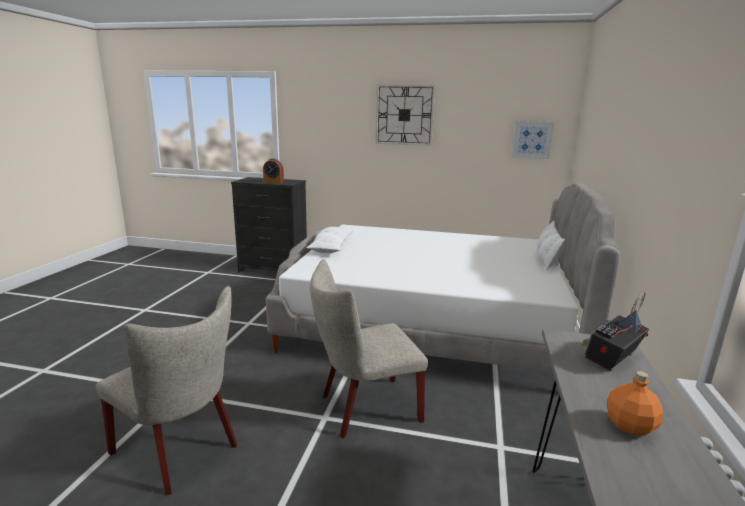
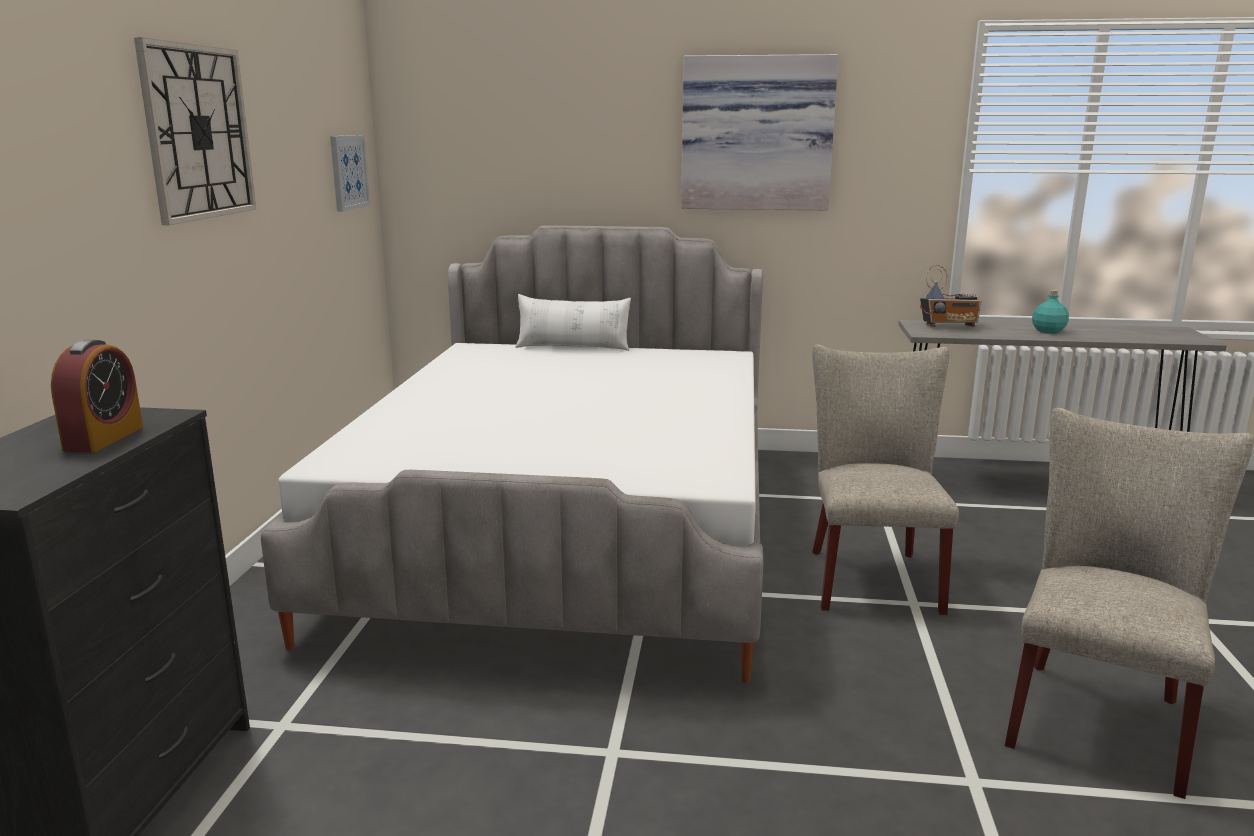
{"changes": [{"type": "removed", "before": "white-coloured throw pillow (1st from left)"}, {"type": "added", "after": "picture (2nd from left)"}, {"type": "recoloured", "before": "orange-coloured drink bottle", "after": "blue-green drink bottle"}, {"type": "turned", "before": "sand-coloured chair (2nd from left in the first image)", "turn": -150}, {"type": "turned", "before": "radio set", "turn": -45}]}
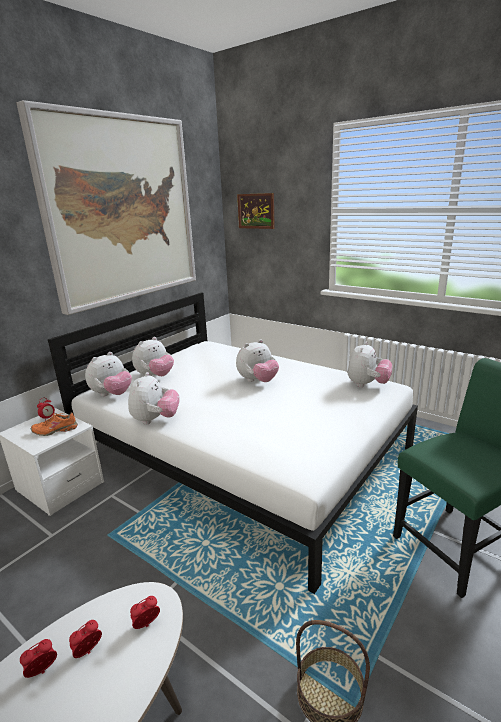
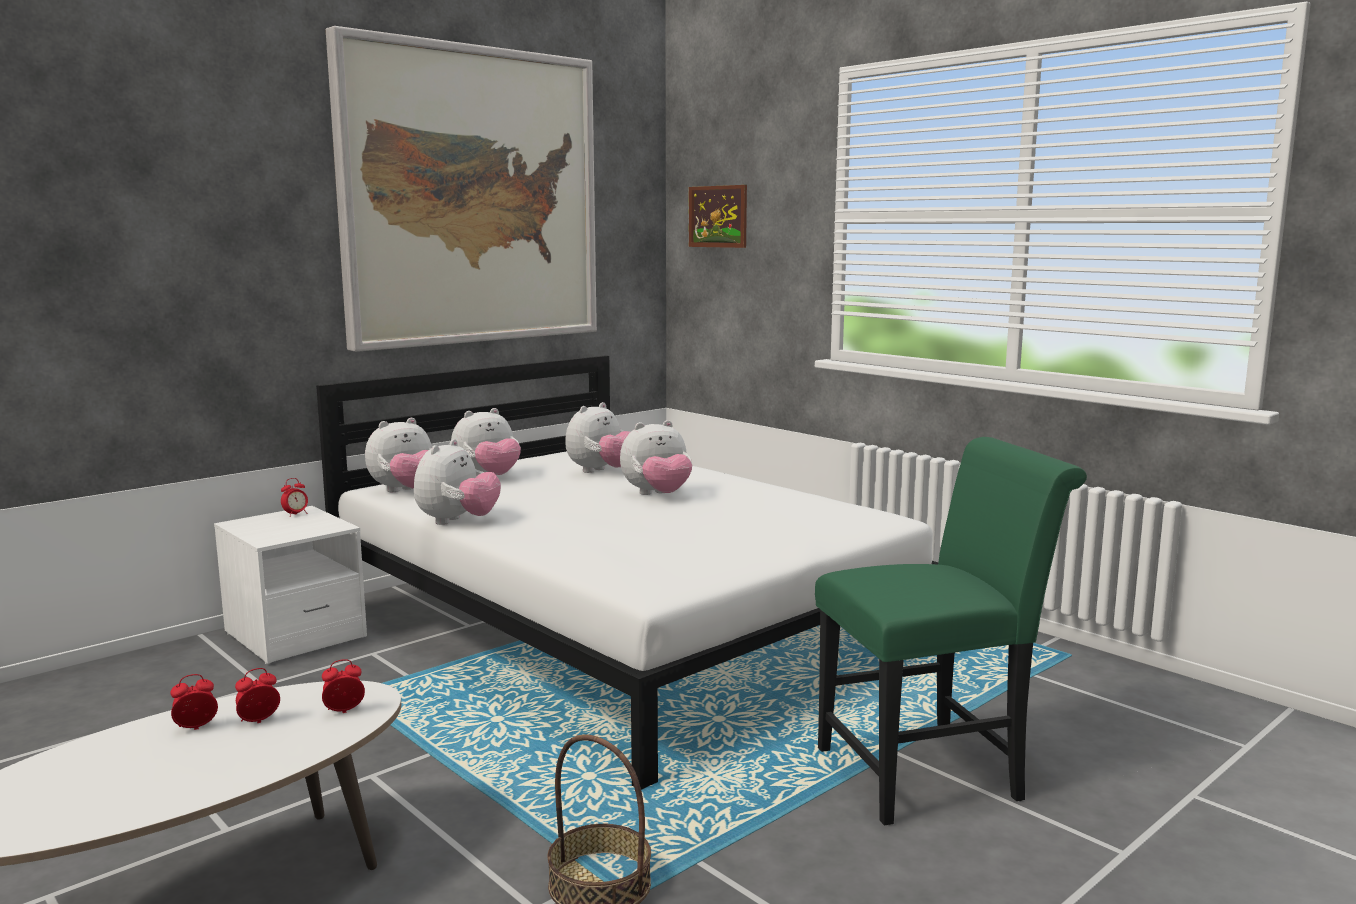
{"changes": [{"type": "removed", "before": "orange-coloured item of footwear"}, {"type": "moved", "before": "plush toy (5th from left in the first image)", "after": "plush toy (4th from left)"}]}
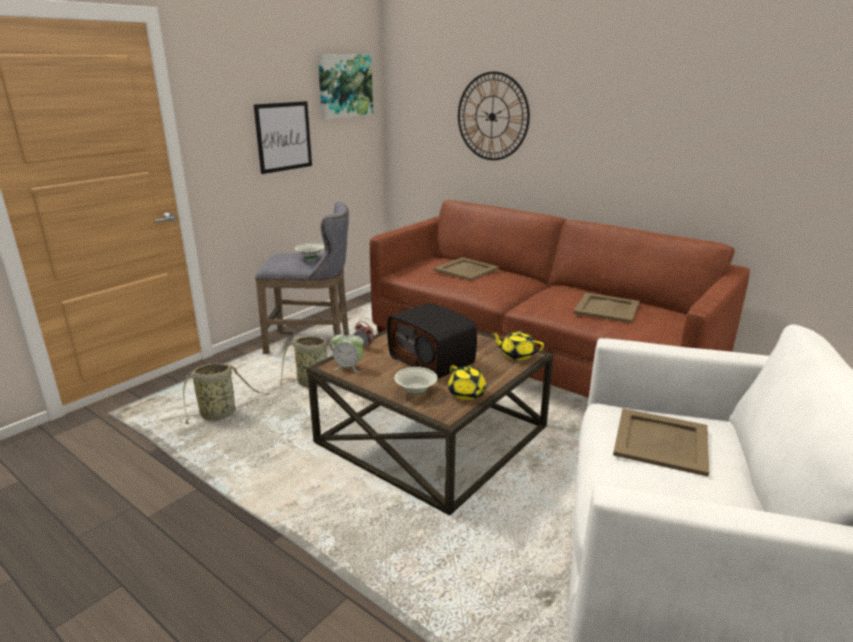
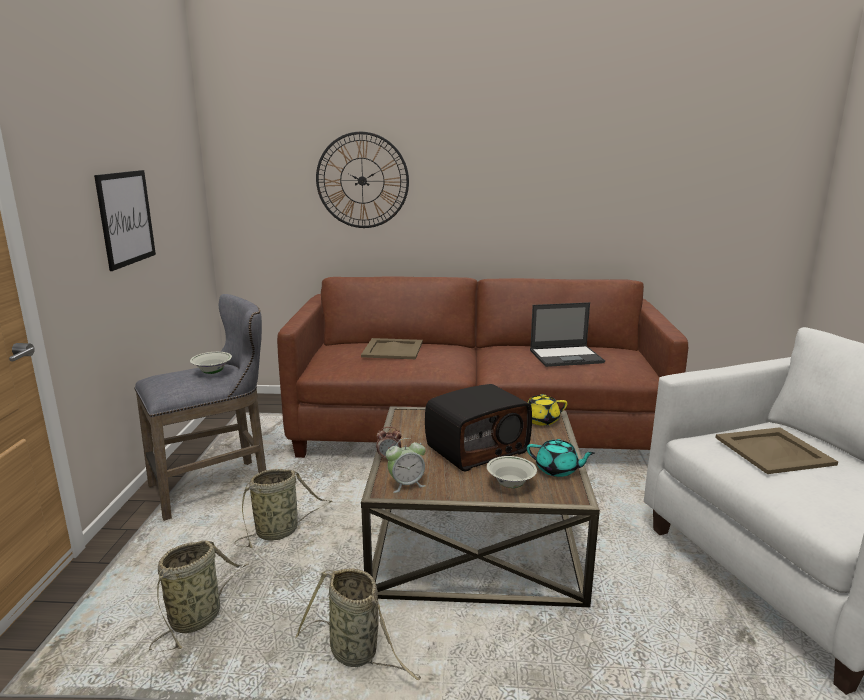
{"changes": [{"type": "removed", "before": "picture (2nd from left)"}, {"type": "added", "after": "basket (3rd from left)"}, {"type": "replaced", "before": "sand-coloured serving tray (2nd from left)", "after": "notebook computer"}, {"type": "recoloured", "before": "yellowish teapot (1st from left)", "after": "blue-green teapot"}, {"type": "turned", "before": "radio set", "turn": -45}]}
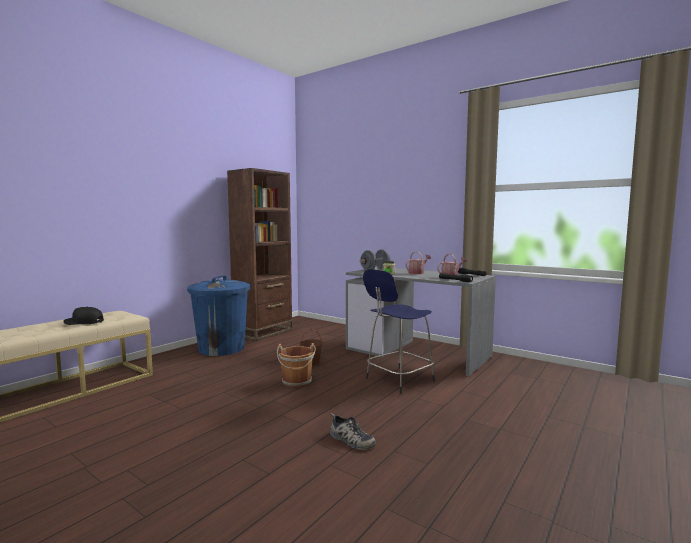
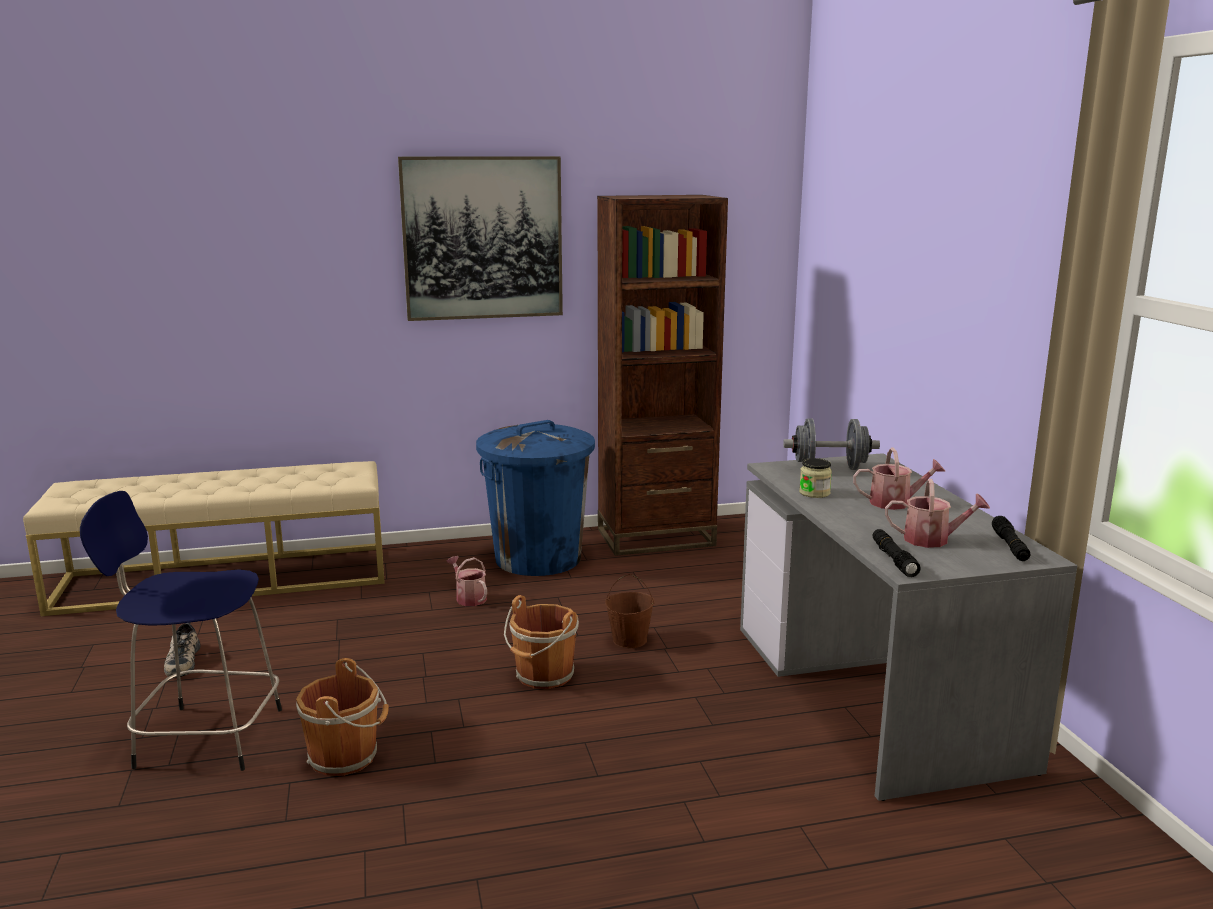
{"changes": [{"type": "removed", "before": "black-coloured cap"}, {"type": "added", "after": "brown-coloured water bucket (1st from left)"}, {"type": "added", "after": "picture"}, {"type": "added", "after": "watering pot (1st from left)"}, {"type": "moved", "before": "item of footwear"}, {"type": "moved", "before": "blue-coloured stool seat"}]}
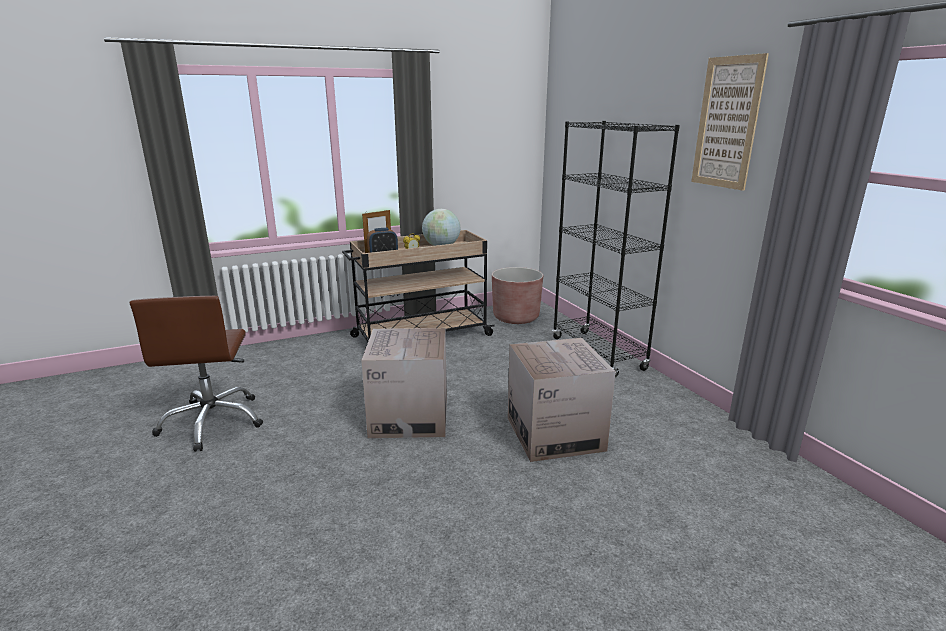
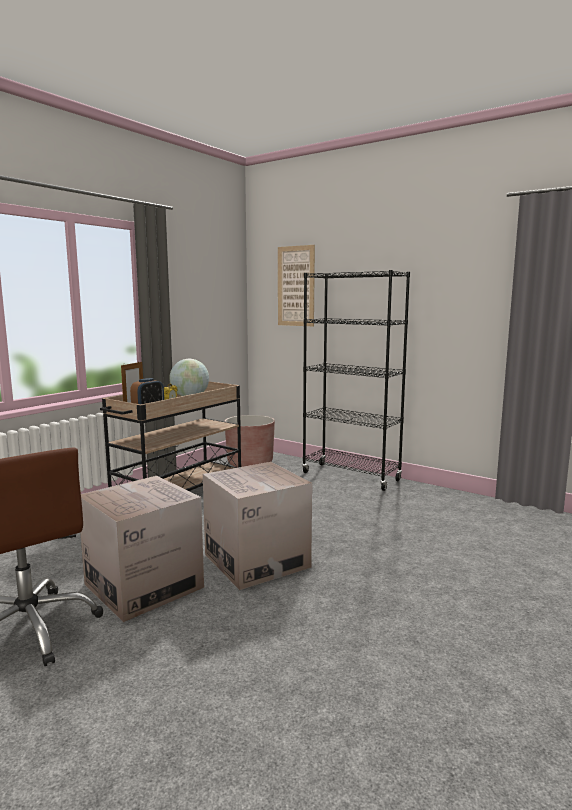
{"changes": [{"type": "moved", "before": "cardboard box (2nd from left in the first image)", "after": "cardboard box (1st from left)"}, {"type": "moved", "before": "picture"}]}
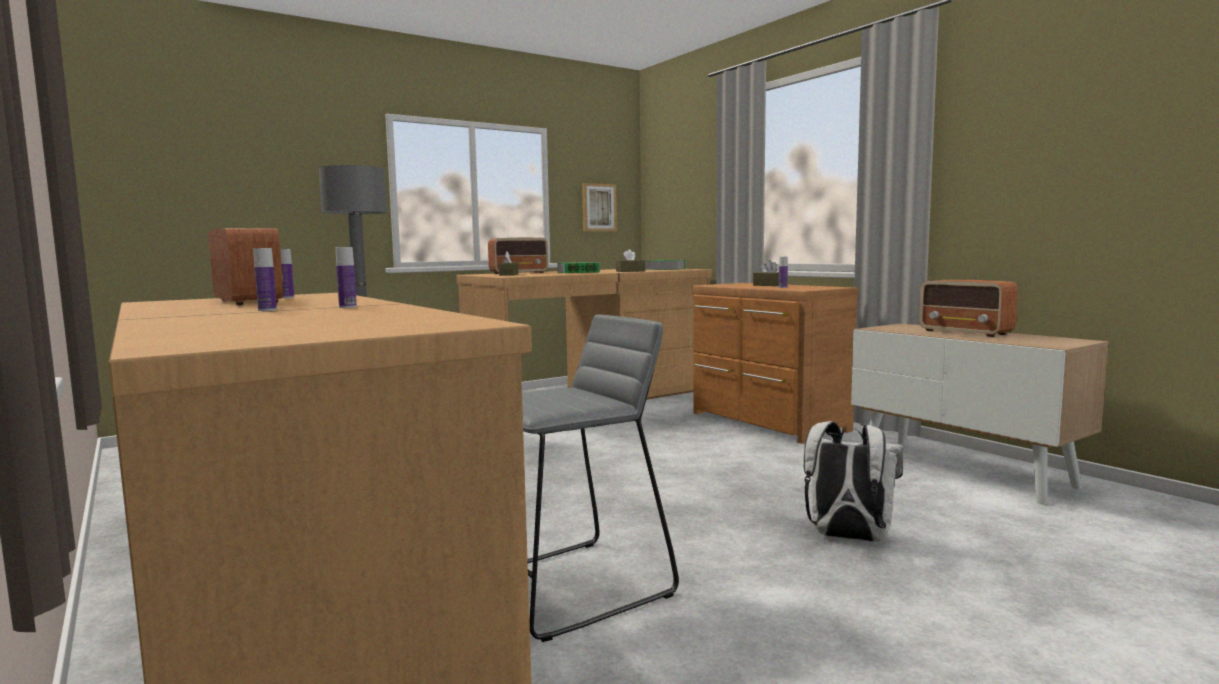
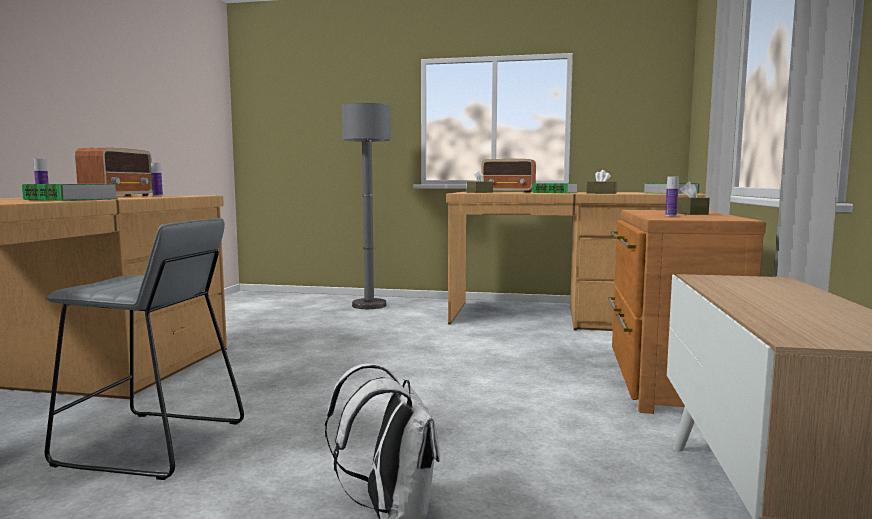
{"changes": [{"type": "removed", "before": "picture"}, {"type": "removed", "before": "radio set (3rd from left)"}, {"type": "replaced", "before": "drink bottle (3rd from left)", "after": "bound book (1st from left)"}]}
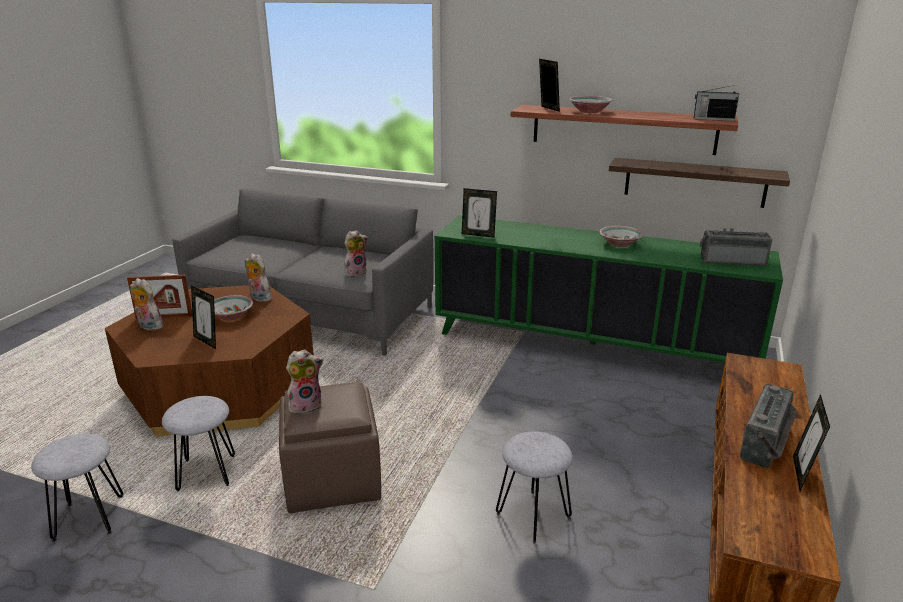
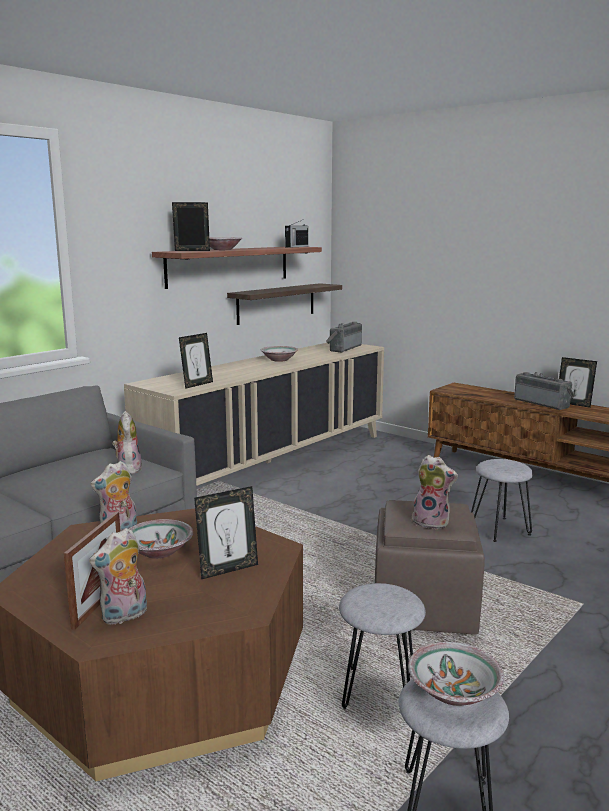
{"changes": [{"type": "added", "after": "deep dish (4th from left)"}, {"type": "recoloured", "before": "green-coloured cupboard", "after": "sand-coloured cupboard"}, {"type": "turned", "before": "plush toy (3rd from left in the first image)", "turn": 120}]}
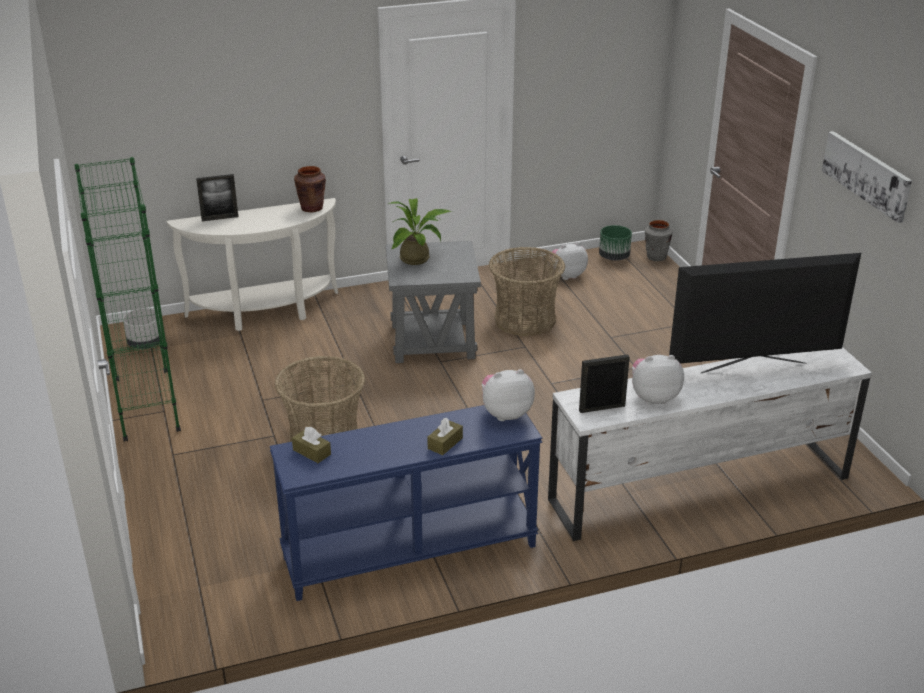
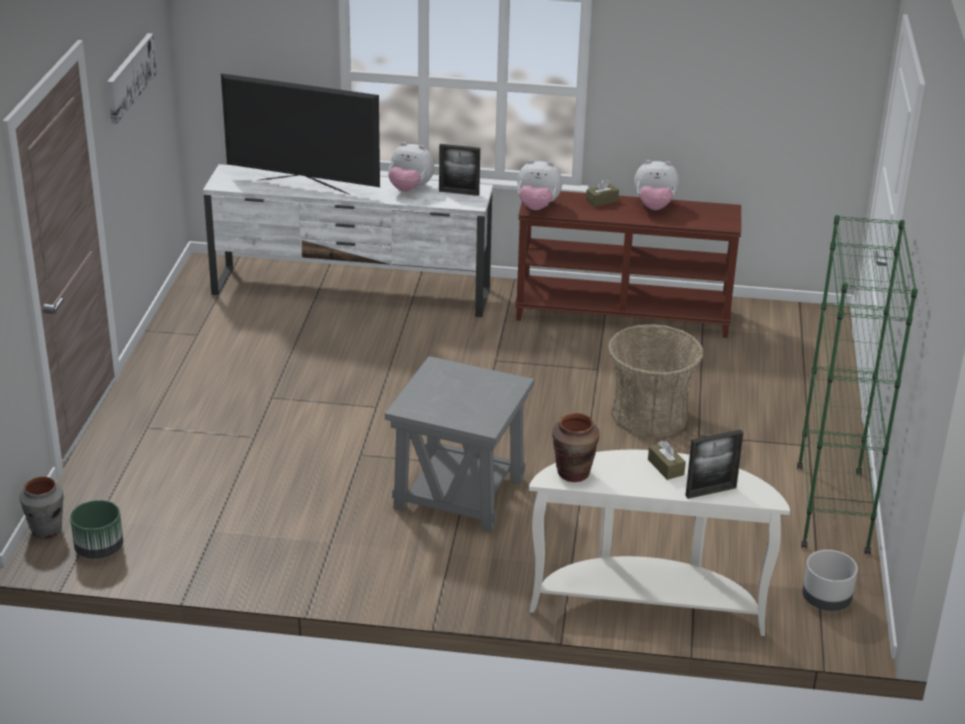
{"changes": [{"type": "removed", "before": "potted plant"}, {"type": "removed", "before": "basket (2nd from left)"}, {"type": "moved", "before": "brown-coloured tissue box (1st from left in the first image)", "after": "brown-coloured tissue box (2nd from left)"}, {"type": "moved", "before": "plush toy (2nd from left in the first image)", "after": "plush toy (3rd from left)"}, {"type": "recoloured", "before": "blue-coloured hall table", "after": "brown-coloured hall table"}, {"type": "turned", "before": "picture frame (1st from left in the first image)", "turn": 150}]}
